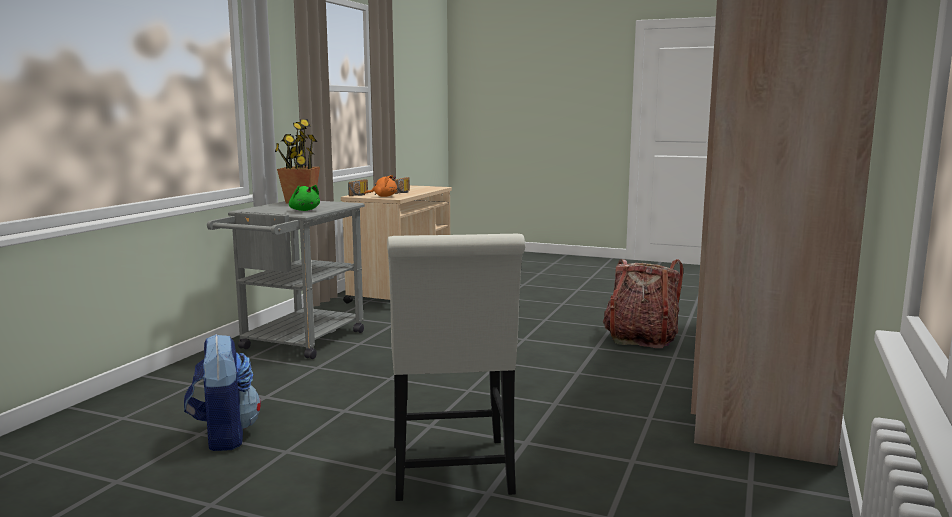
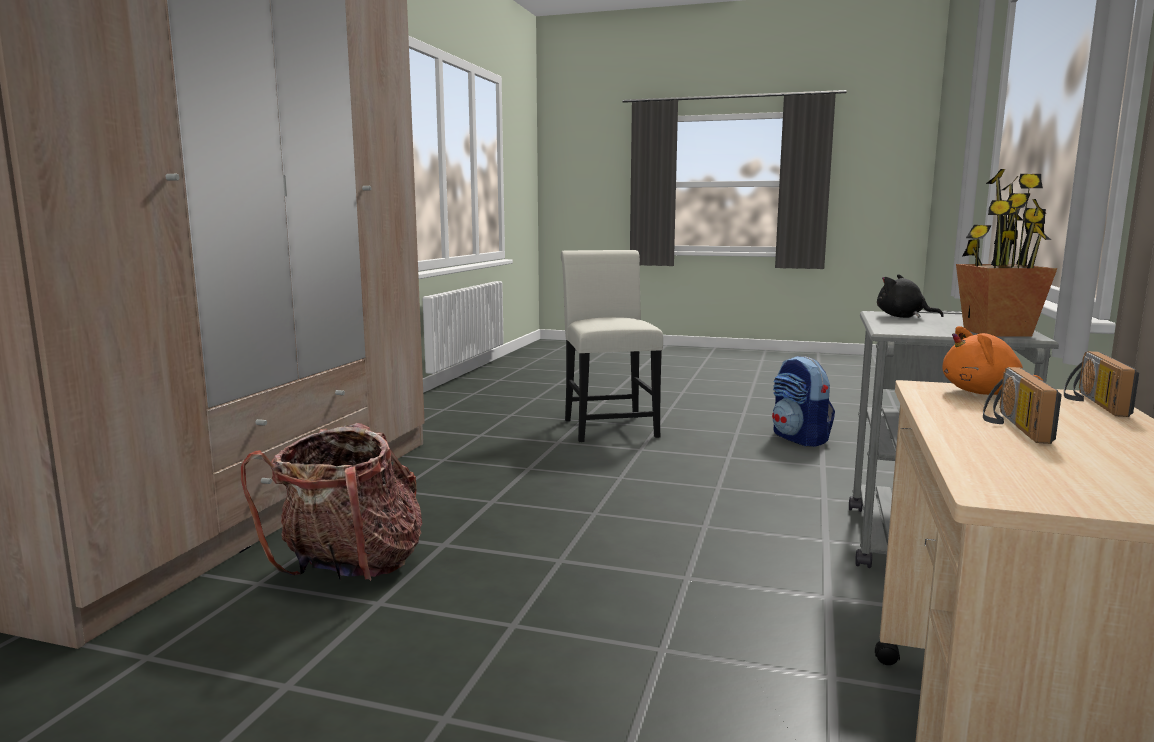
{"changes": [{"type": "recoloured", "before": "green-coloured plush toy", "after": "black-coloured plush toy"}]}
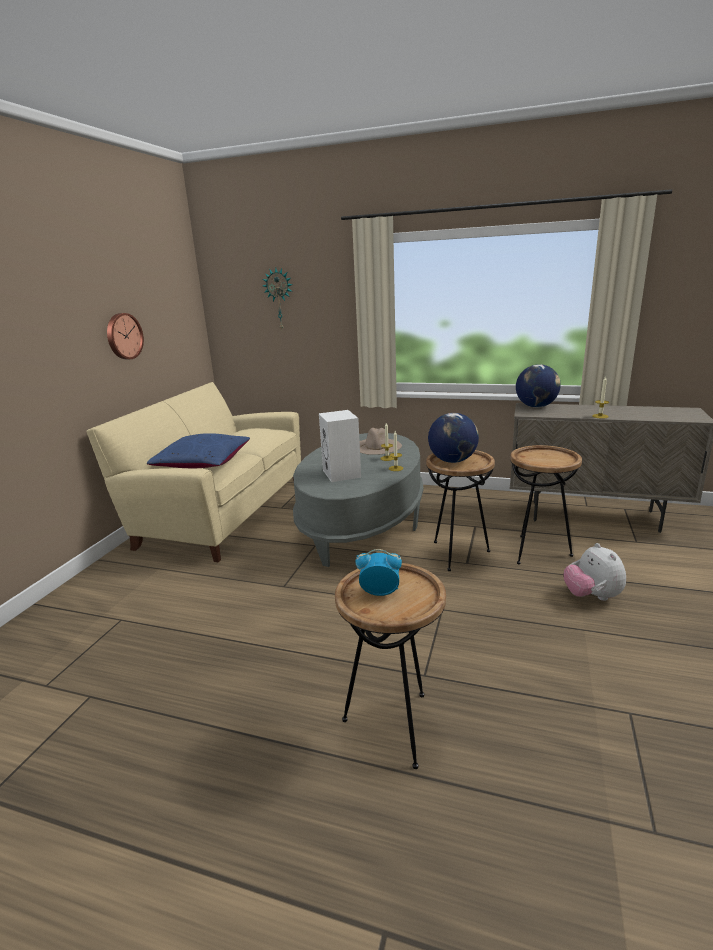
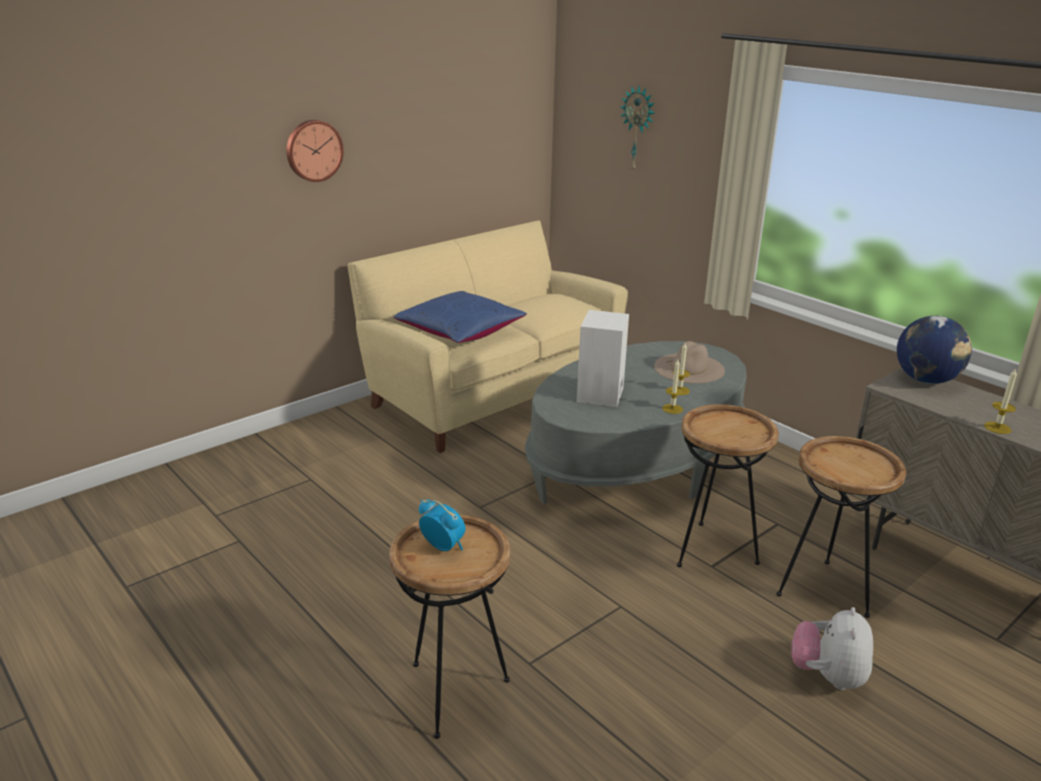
{"changes": [{"type": "removed", "before": "globe (1st from left)"}, {"type": "moved", "before": "clock on the wall (1st from left)"}]}
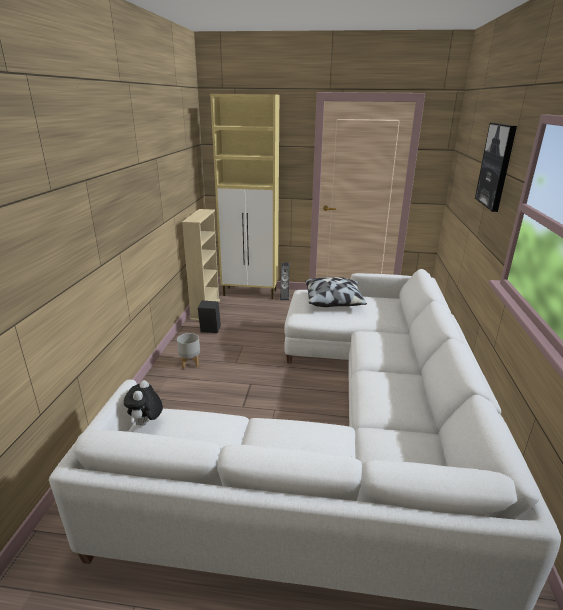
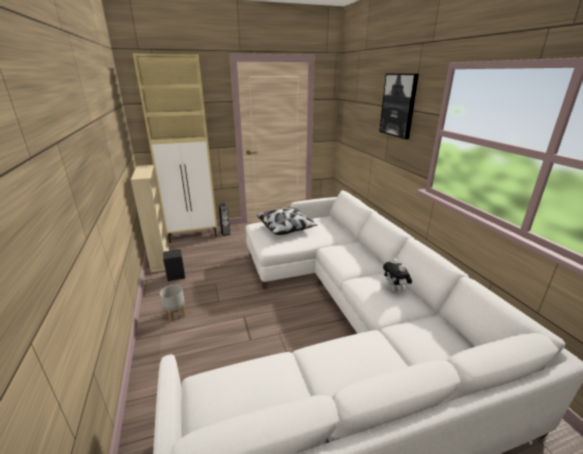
{"changes": [{"type": "moved", "before": "plush toy"}]}
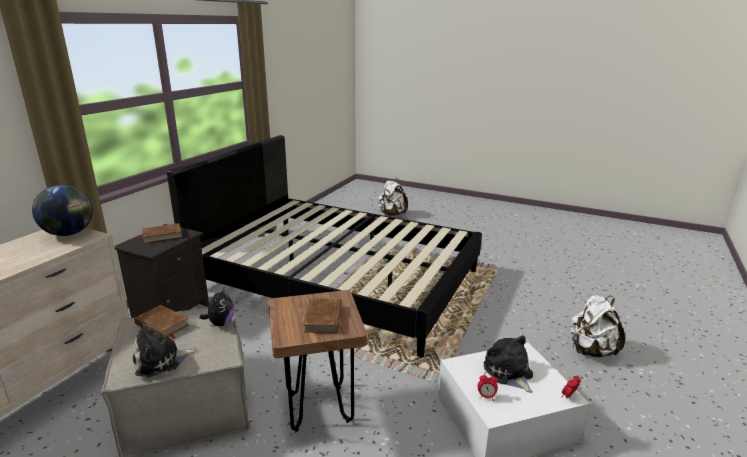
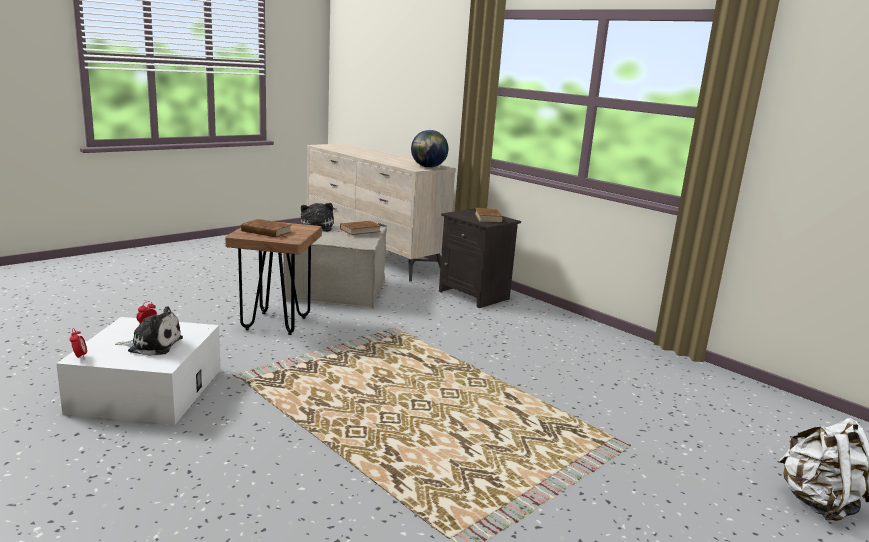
{"changes": [{"type": "removed", "before": "black-coloured bedroom bed"}, {"type": "removed", "before": "plush toy (2nd from left)"}, {"type": "removed", "before": "white-coloured knapsack (2nd from left)"}]}
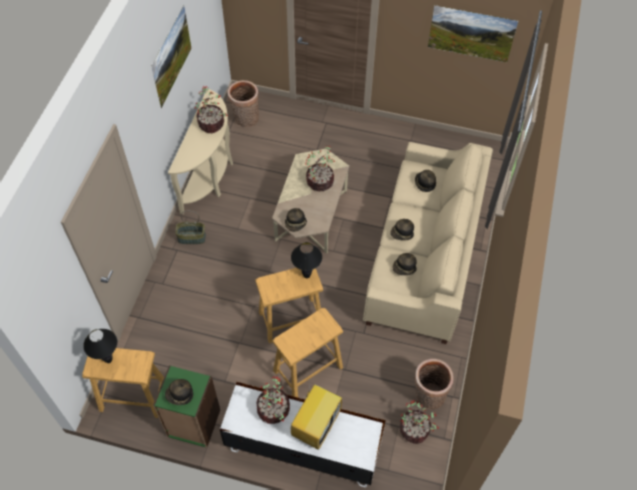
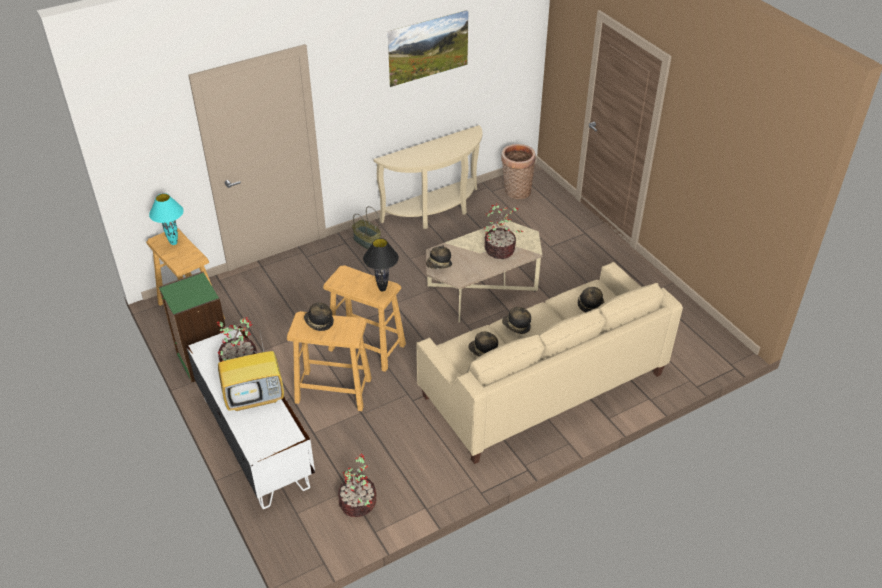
{"changes": [{"type": "removed", "before": "potted plant (1st from left)"}, {"type": "removed", "before": "basket (3rd from left)"}, {"type": "removed", "before": "picture (2nd from left)"}, {"type": "moved", "before": "clothing hat (1st from left)"}, {"type": "recoloured", "before": "black-coloured lamp for a table (1st from left)", "after": "blue-green lamp for a table"}]}
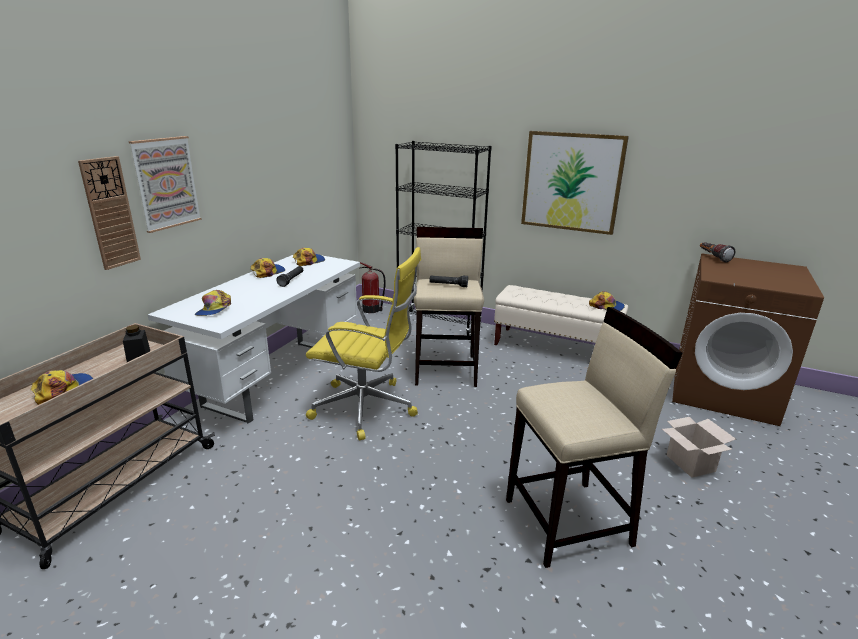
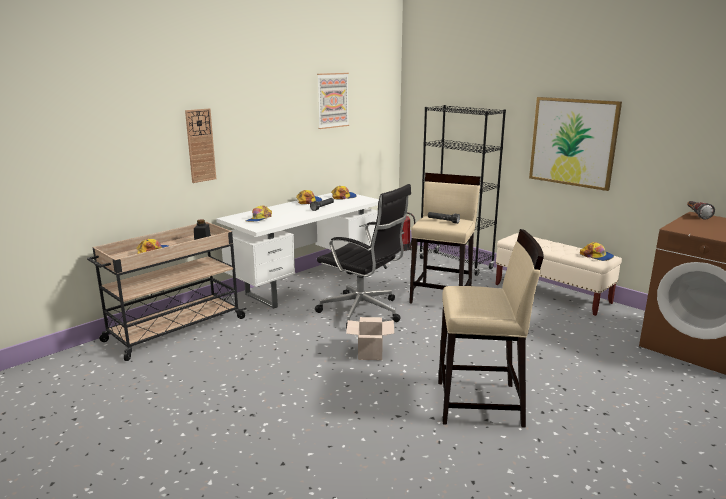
{"changes": [{"type": "moved", "before": "picture (1st from left)"}, {"type": "moved", "before": "cardboard box"}, {"type": "recoloured", "before": "yellowish computer chair", "after": "black-coloured computer chair"}]}
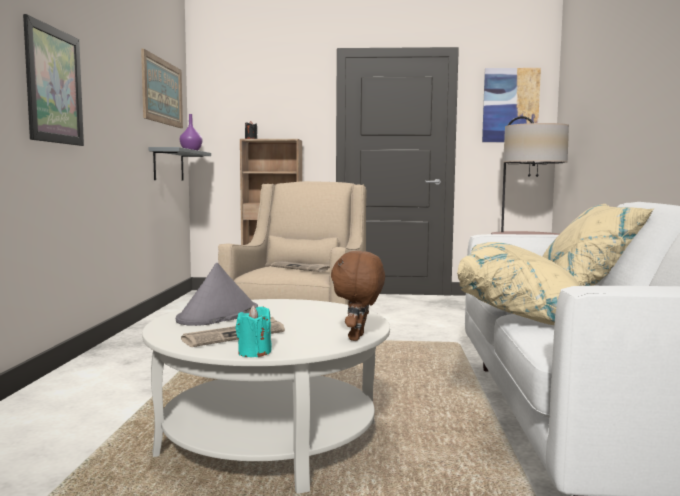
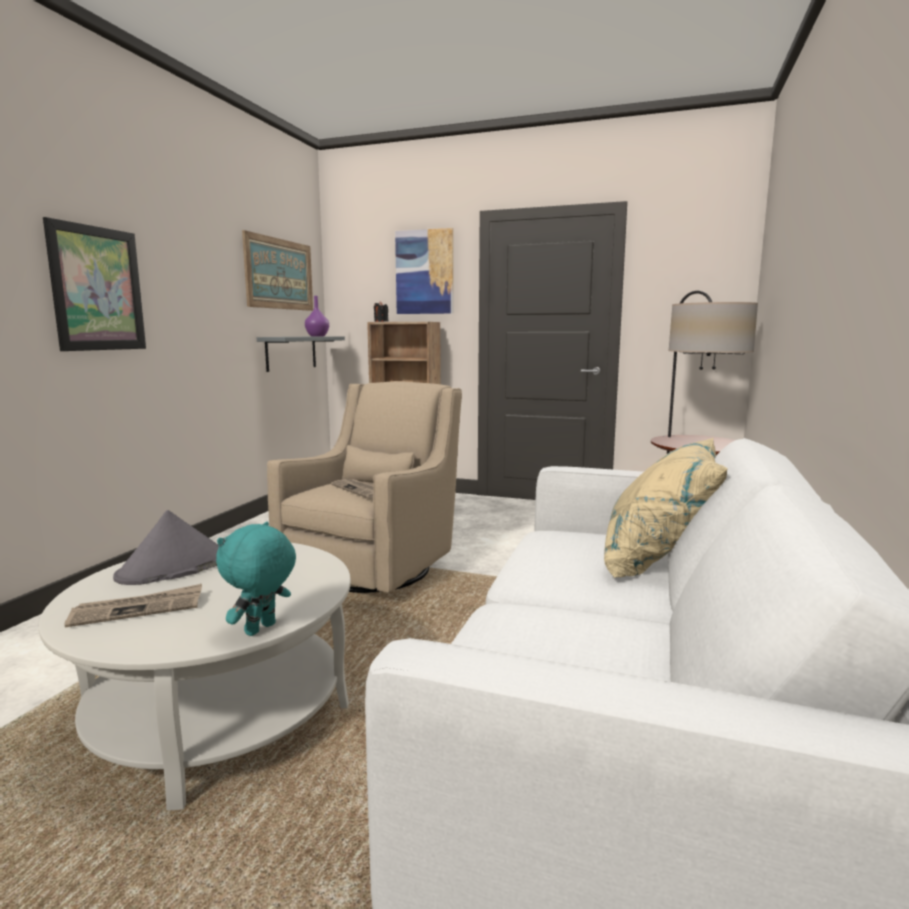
{"changes": [{"type": "removed", "before": "blue-green wax light"}, {"type": "removed", "before": "sand-coloured throw pillow (1st from left)"}, {"type": "moved", "before": "picture (3rd from left)"}, {"type": "recoloured", "before": "brown-coloured plush toy", "after": "blue-green plush toy"}]}
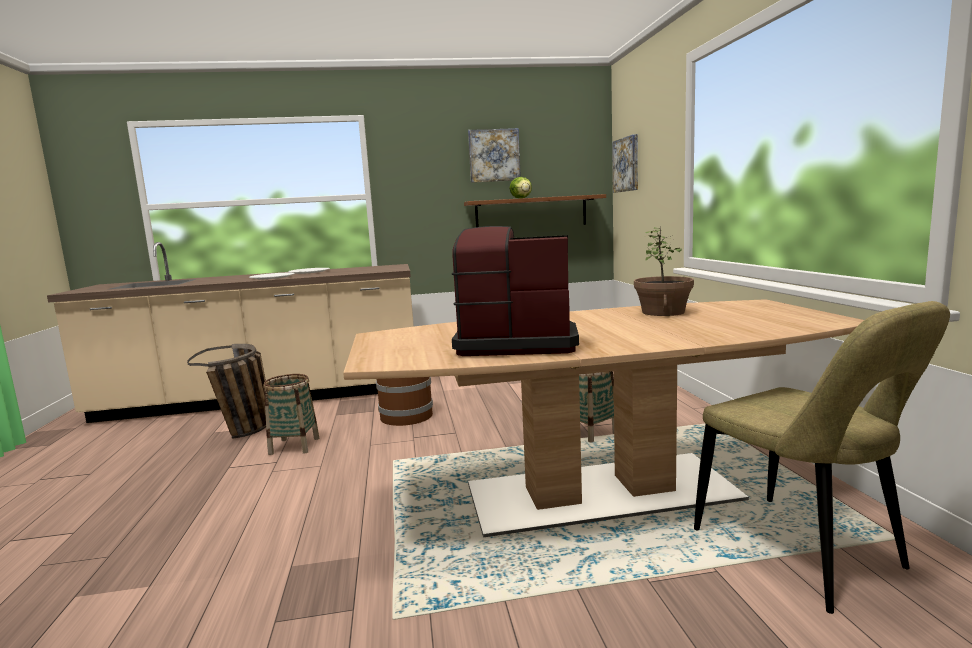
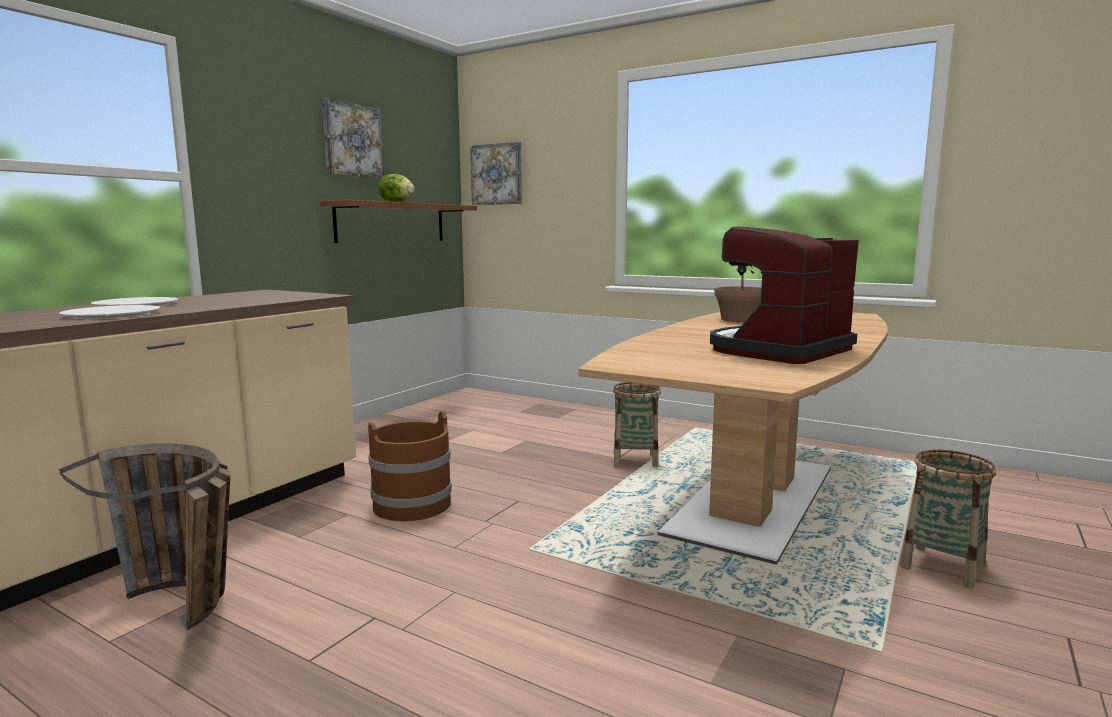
{"changes": [{"type": "removed", "before": "sand-coloured chair"}, {"type": "moved", "before": "basket (2nd from left in the first image)", "after": "basket (3rd from left)"}]}
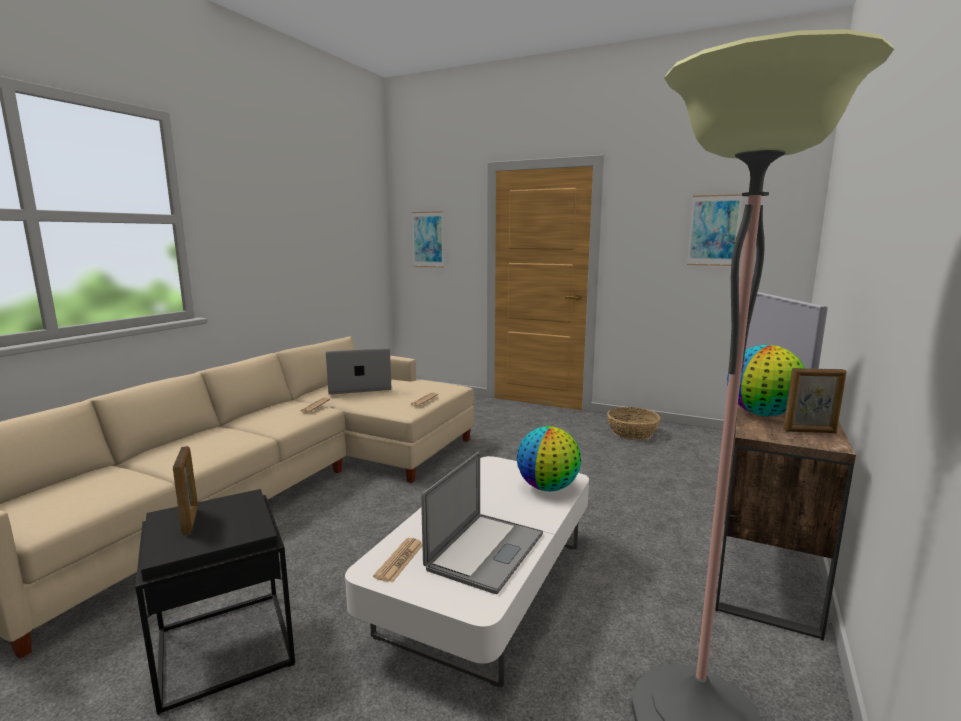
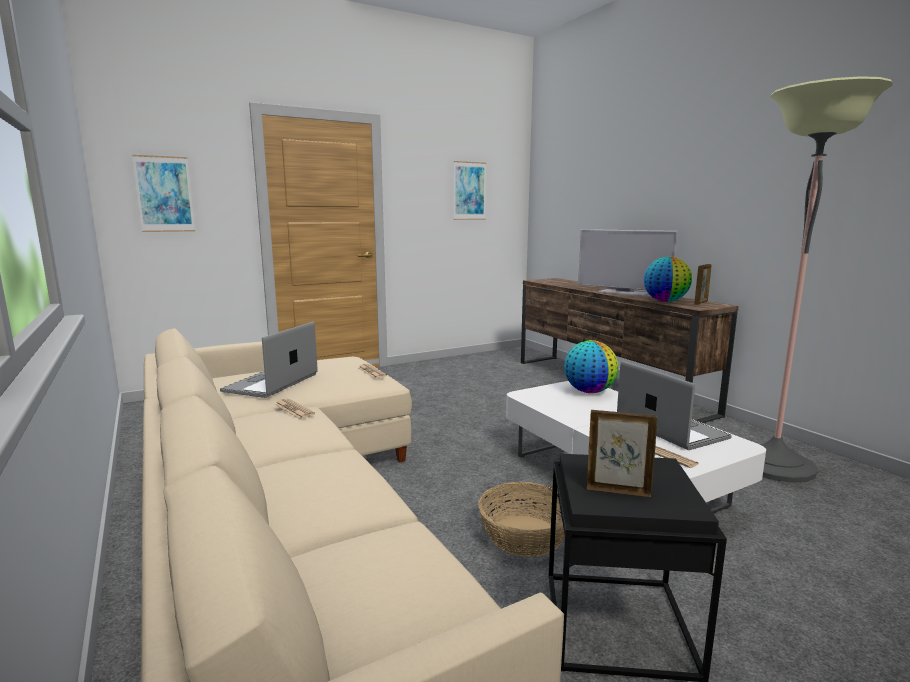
{"changes": [{"type": "moved", "before": "basket"}]}
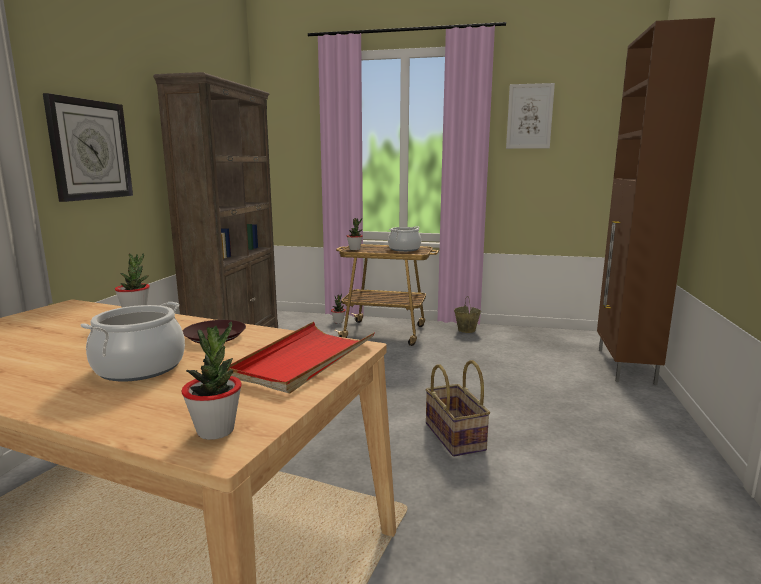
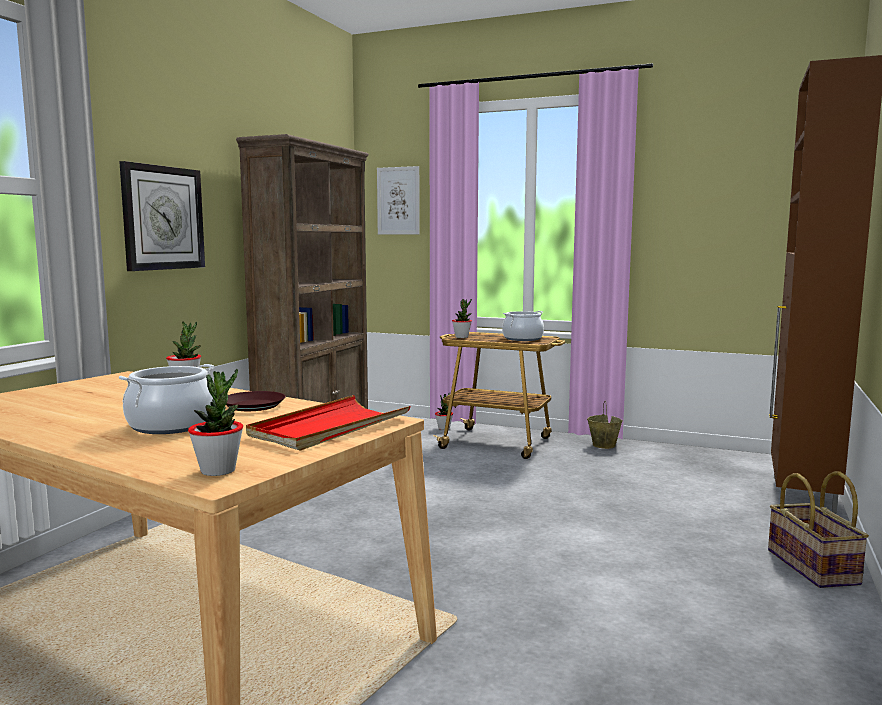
{"changes": [{"type": "moved", "before": "basket"}, {"type": "moved", "before": "picture"}]}
